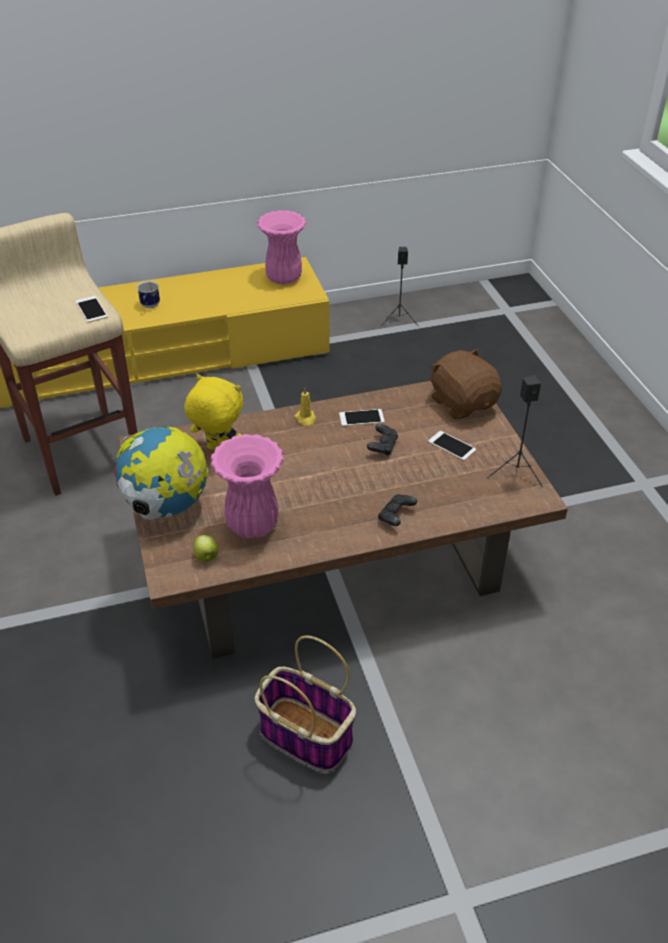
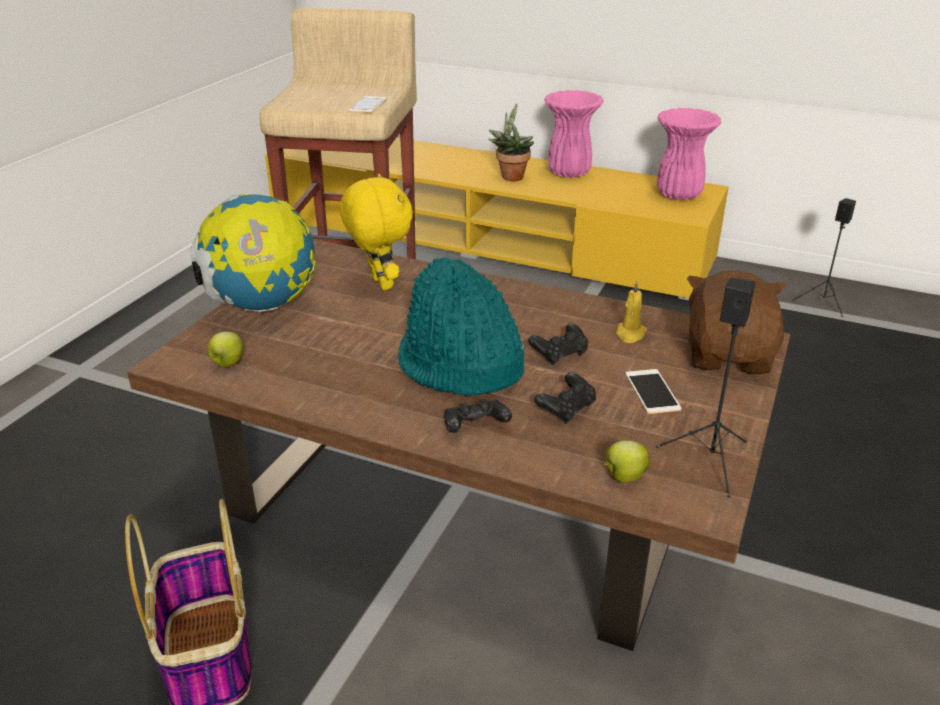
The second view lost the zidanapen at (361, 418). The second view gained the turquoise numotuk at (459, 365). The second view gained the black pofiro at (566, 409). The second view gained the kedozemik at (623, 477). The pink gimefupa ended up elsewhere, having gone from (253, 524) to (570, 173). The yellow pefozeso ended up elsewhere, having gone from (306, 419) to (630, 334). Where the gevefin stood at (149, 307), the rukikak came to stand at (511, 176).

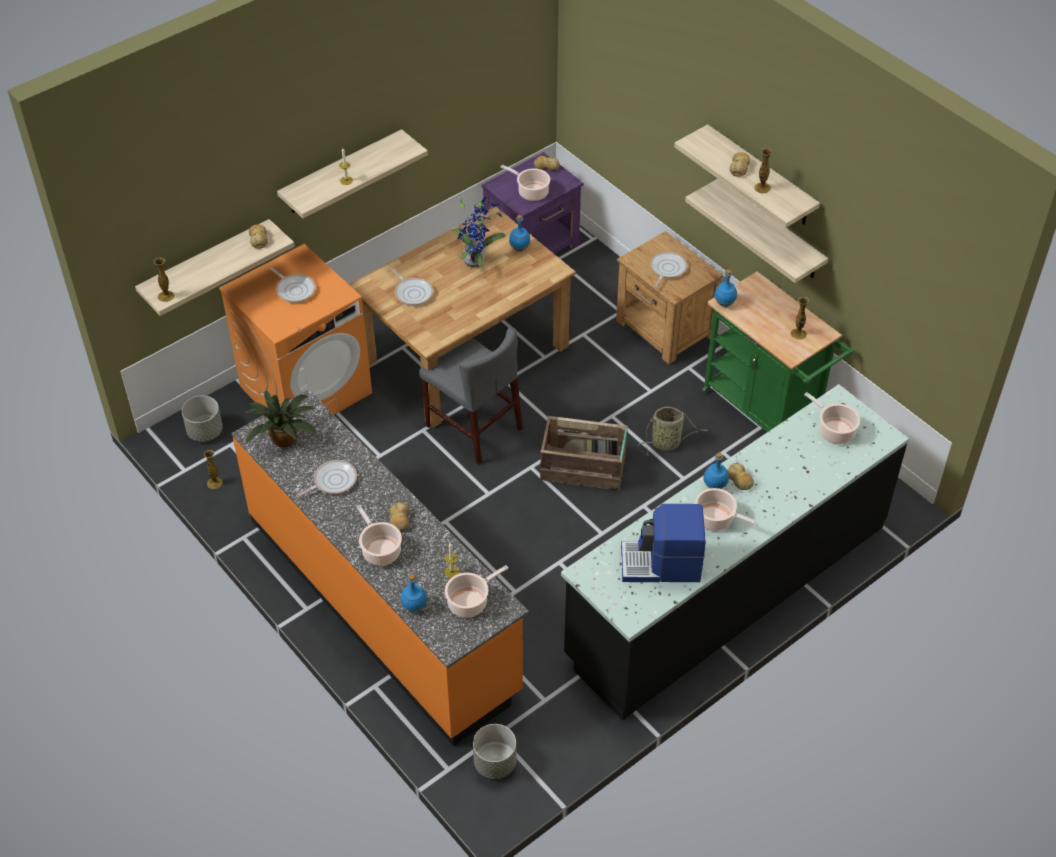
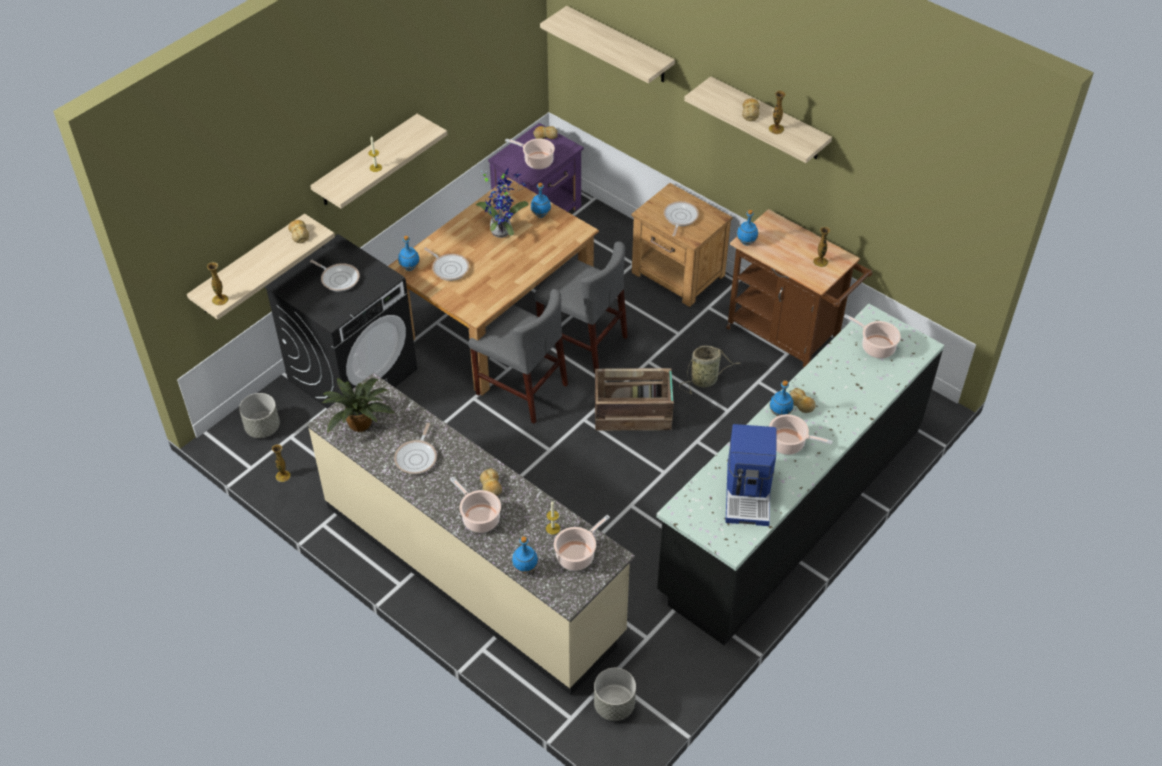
The second view gained the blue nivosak at (409, 267). The second view gained the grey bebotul at (582, 342). The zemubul ended up elsewhere, having gone from (769, 230) to (619, 45). What was the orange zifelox at (306, 389) turned into the black zifelox at (353, 374). What was the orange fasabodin at (383, 604) turned into the beige fasabodin at (473, 569). What was the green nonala at (766, 411) turned into the brown nonala at (788, 338). The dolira at (332, 481) ended up facing another way, 150 degrees clockwise from before. The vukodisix at (661, 565) ended up facing another way, 75 degrees counterclockwise from before.

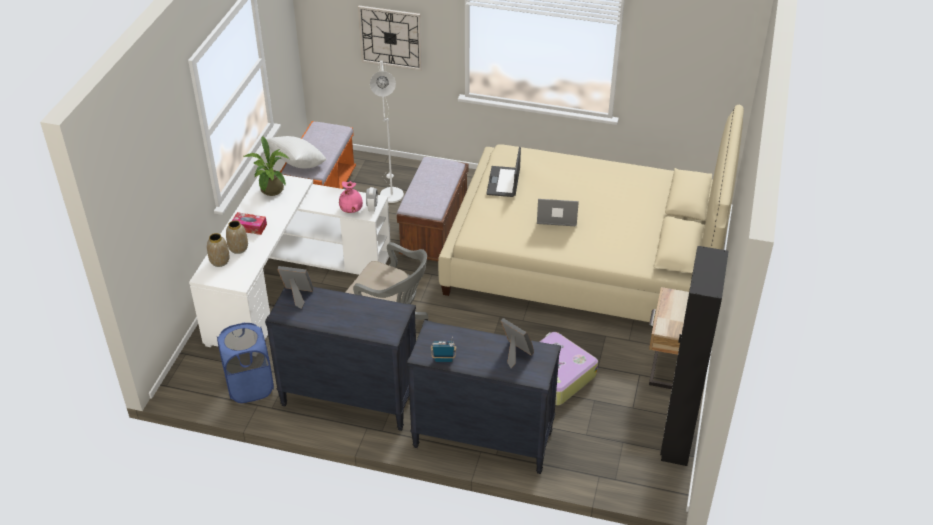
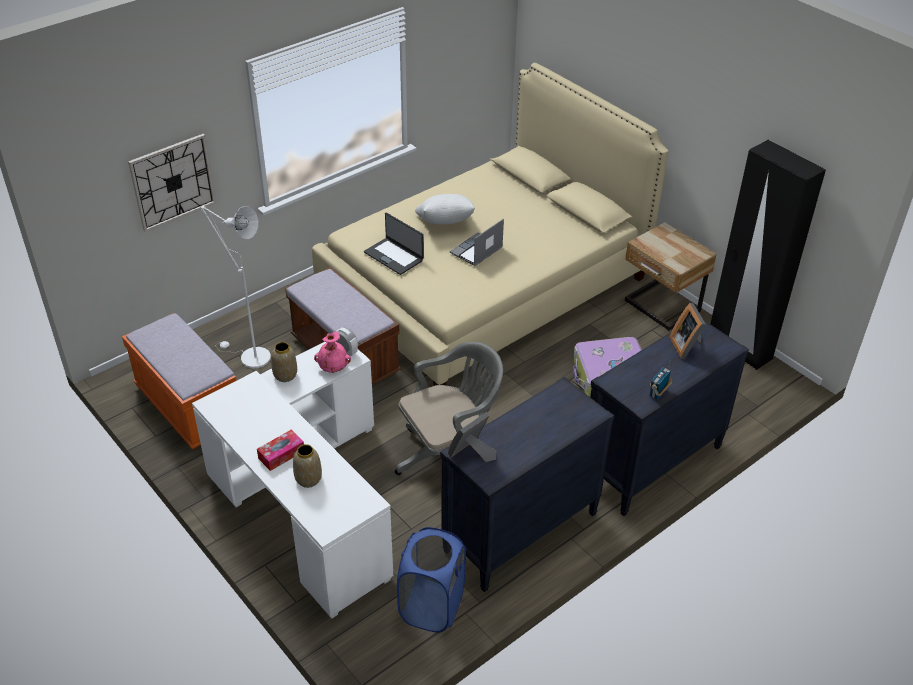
The second view lost the rukikak at (271, 191). The gimefupa ended up elsewhere, having gone from (219, 261) to (285, 375). The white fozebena ended up elsewhere, having gone from (297, 165) to (444, 225). The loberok at (515, 354) ended up facing another way, 90 degrees counterclockwise from before.

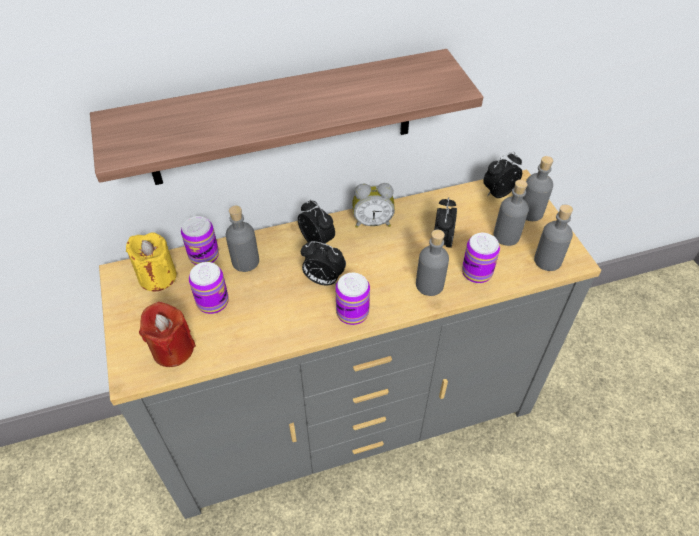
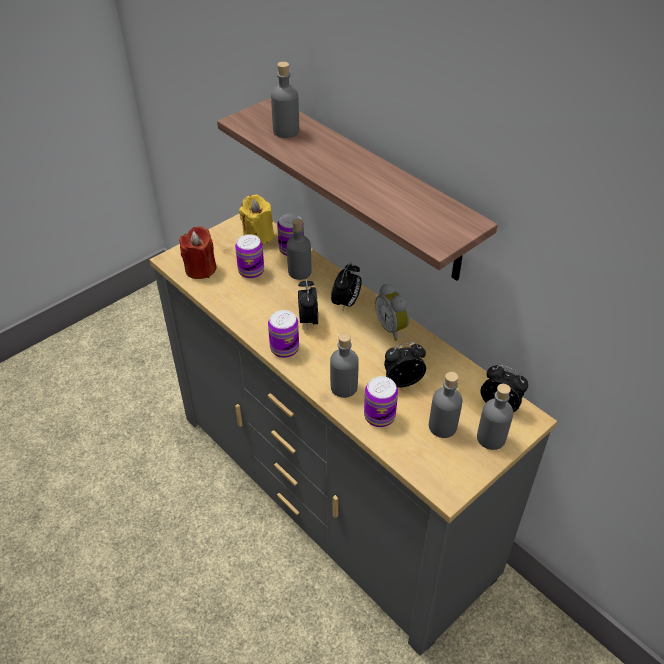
The grey nivosak ended up elsewhere, having gone from (547, 260) to (286, 131).

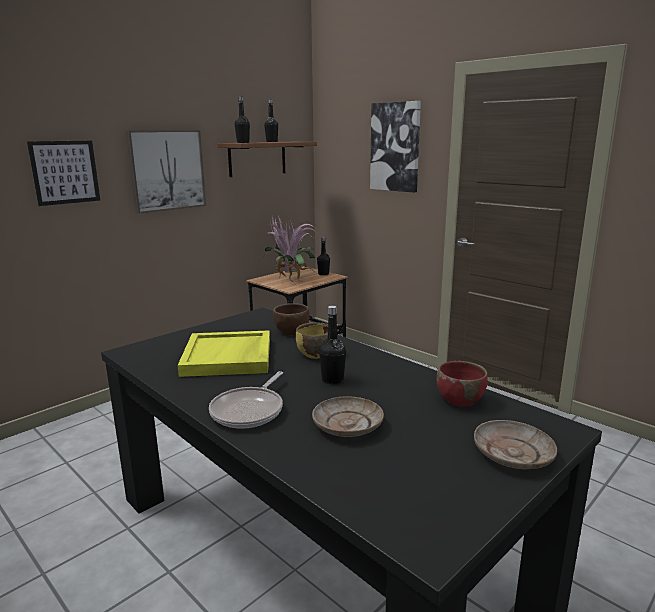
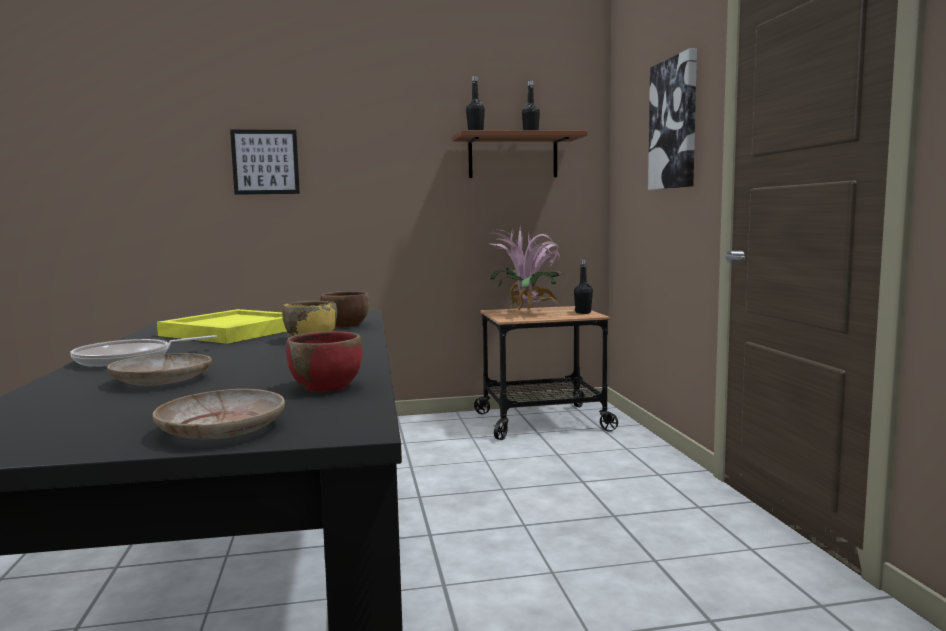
The second view lost the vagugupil at (167, 170). The second view lost the black nivosak at (332, 379).

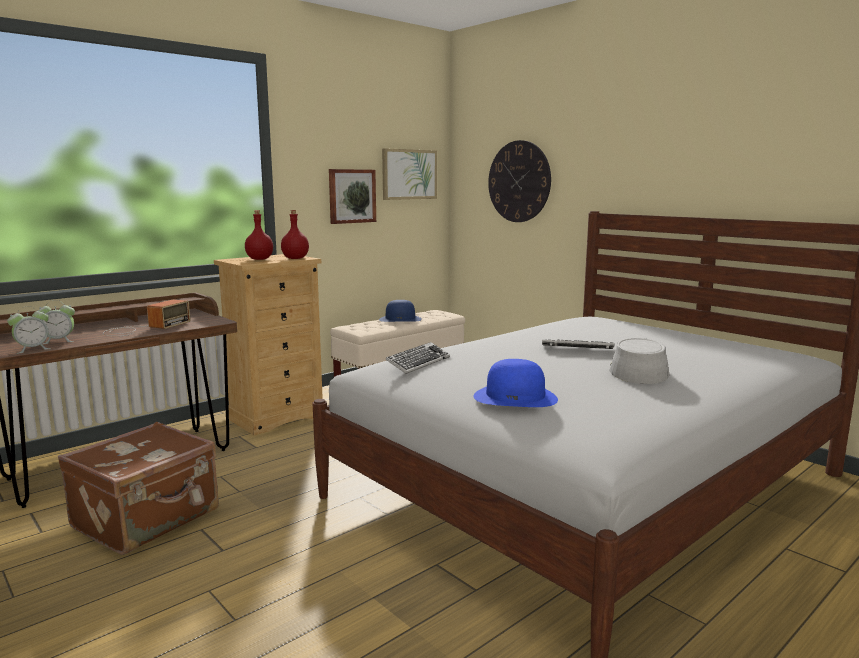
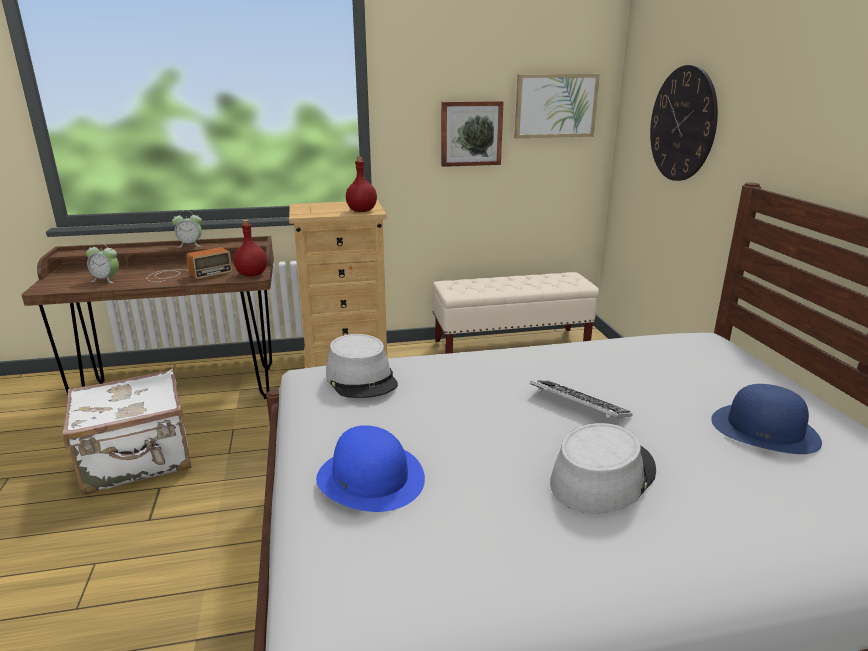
The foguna ended up elsewhere, having gone from (32, 349) to (190, 245). The red nivosak ended up elsewhere, having gone from (259, 259) to (251, 275). The blue numotuk ended up elsewhere, having gone from (400, 319) to (765, 429). Where the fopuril stood at (418, 362), the grey numotuk came to stand at (362, 379). What was the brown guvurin at (148, 519) turned into the white guvurin at (138, 460).

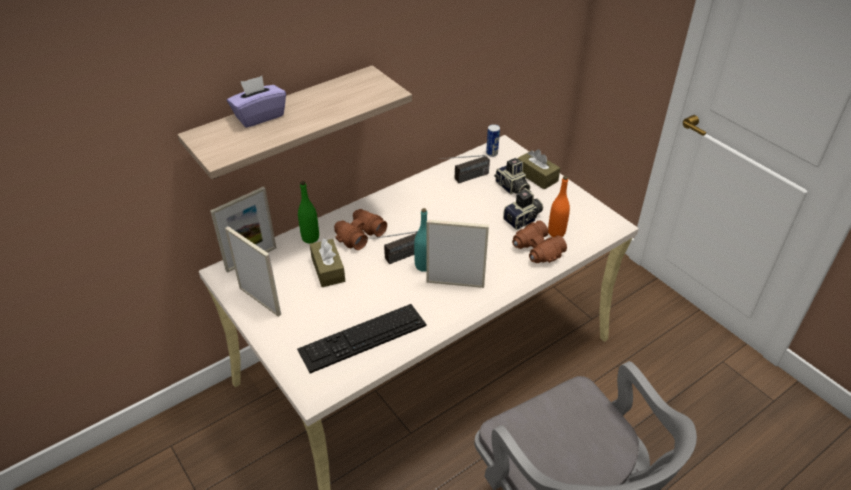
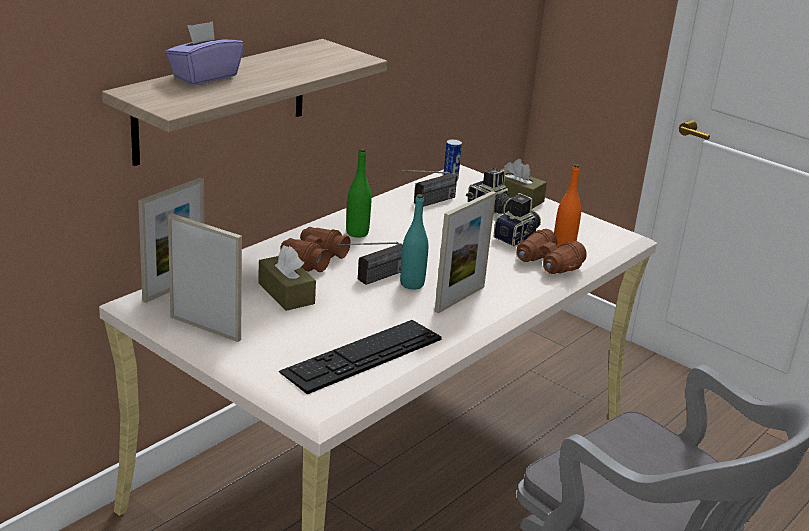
The green nivosak ended up elsewhere, having gone from (310, 238) to (357, 233). The loberok at (455, 283) ended up facing another way, 135 degrees clockwise from before.

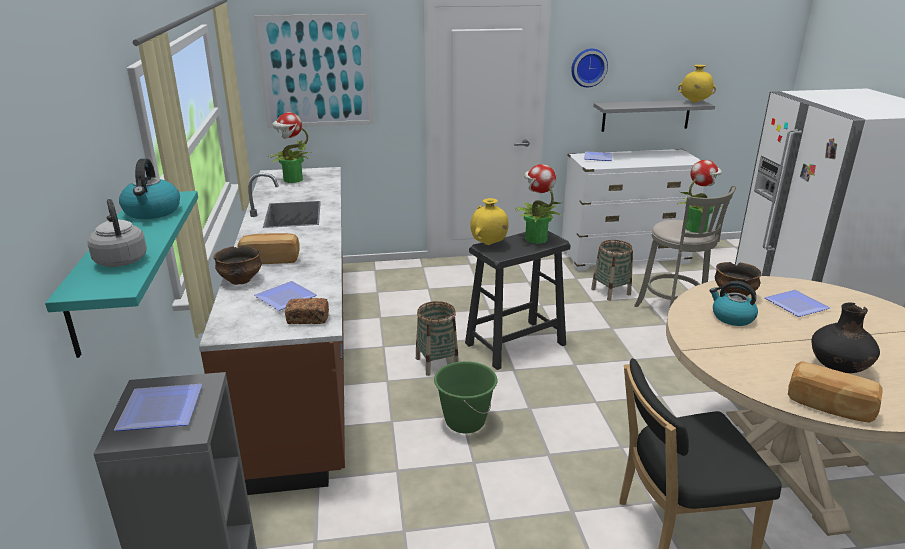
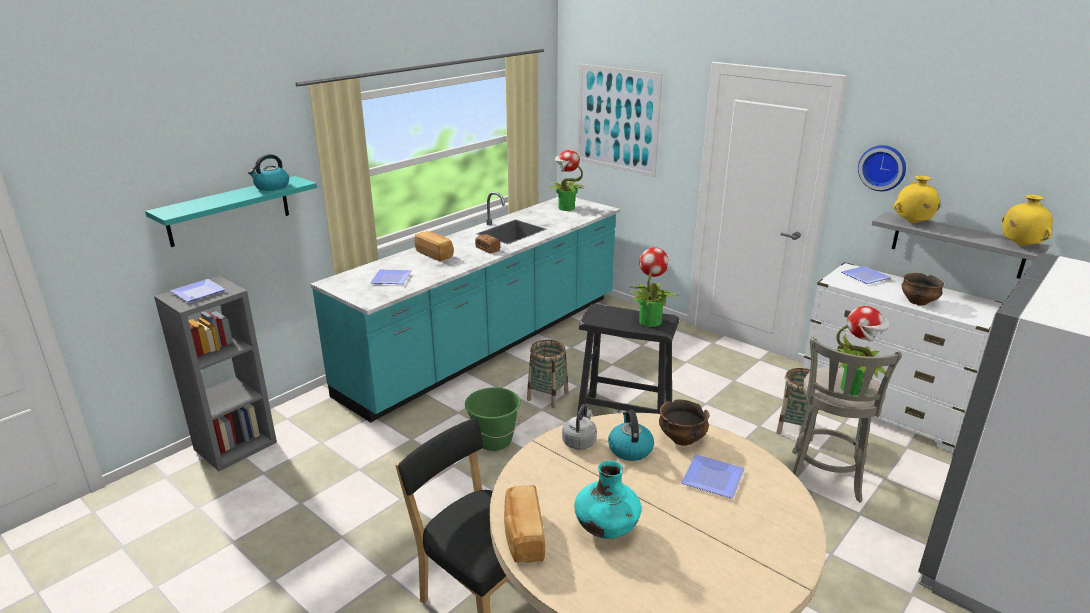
The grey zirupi ended up elsewhere, having gone from (121, 259) to (580, 441). The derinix ended up elsewhere, having gone from (240, 280) to (918, 302). The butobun ended up elsewhere, having gone from (308, 319) to (487, 249). The yellow gimefupa ended up elsewhere, having gone from (488, 244) to (912, 223). What was the brown fasabodin at (304, 352) turned into the turquoise fasabodin at (488, 344). What was the black gimefupa at (838, 368) turned into the turquoise gimefupa at (606, 529).

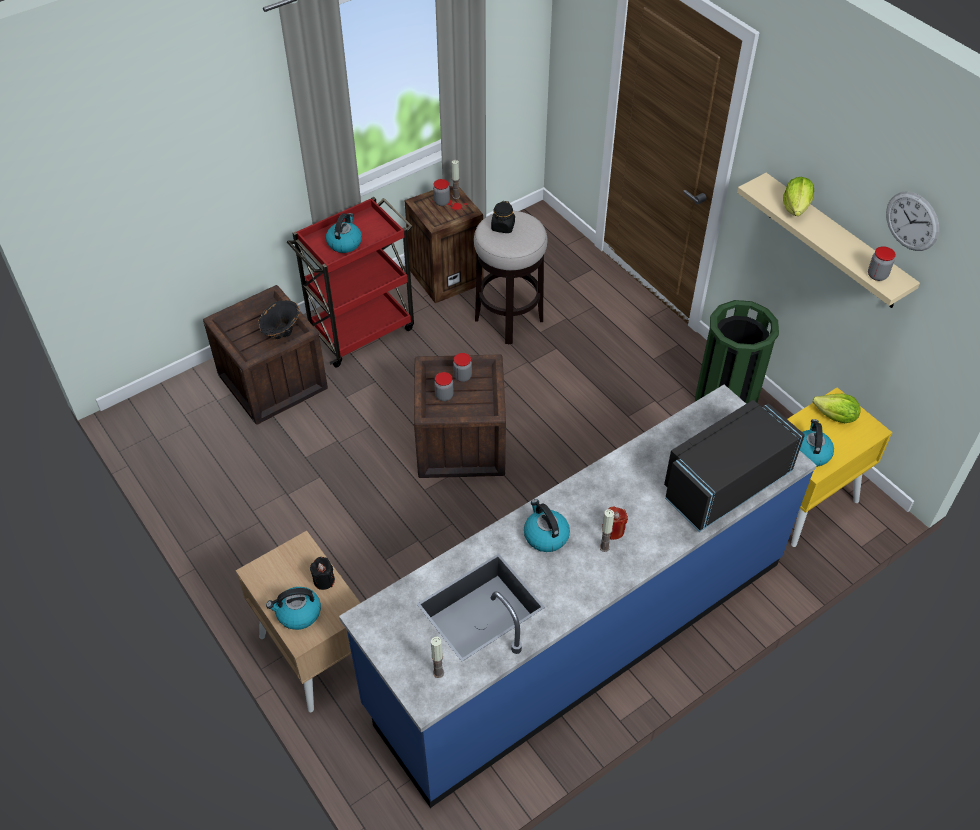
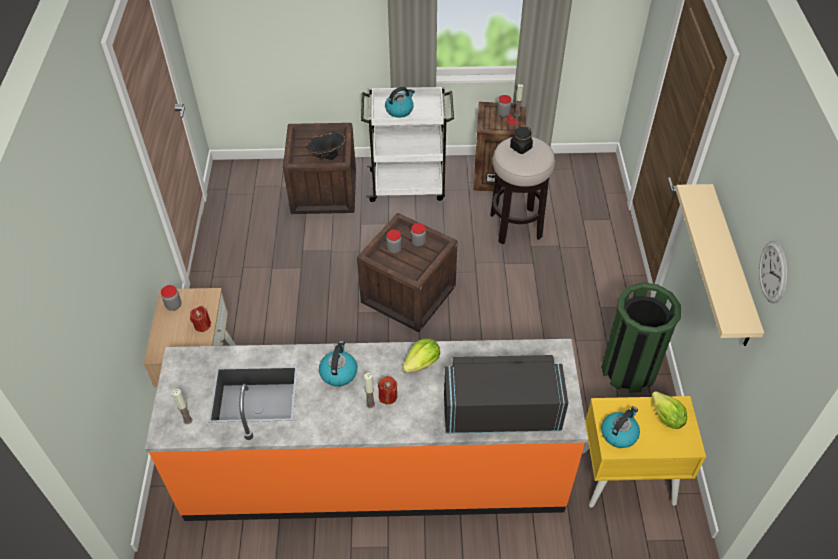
The second view lost the zirupi at (298, 613). The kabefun ended up elsewhere, having gone from (796, 207) to (422, 363). The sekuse ended up elsewhere, having gone from (877, 275) to (174, 305). What was the red nonala at (362, 330) turned into the white nonala at (409, 185). What was the black pefozeso at (324, 580) turned into the red pefozeso at (202, 325). What was the blue fasabodin at (578, 633) turned into the orange fasabodin at (375, 469).

